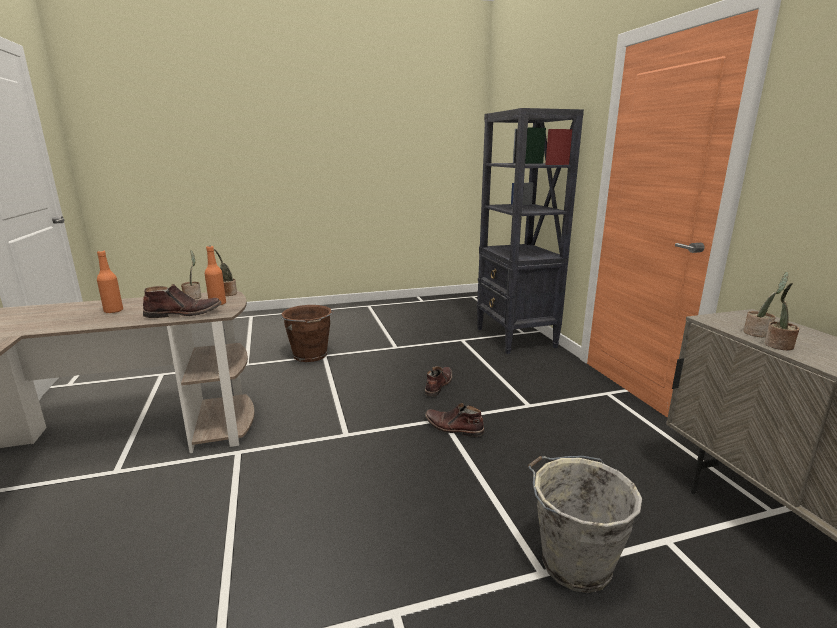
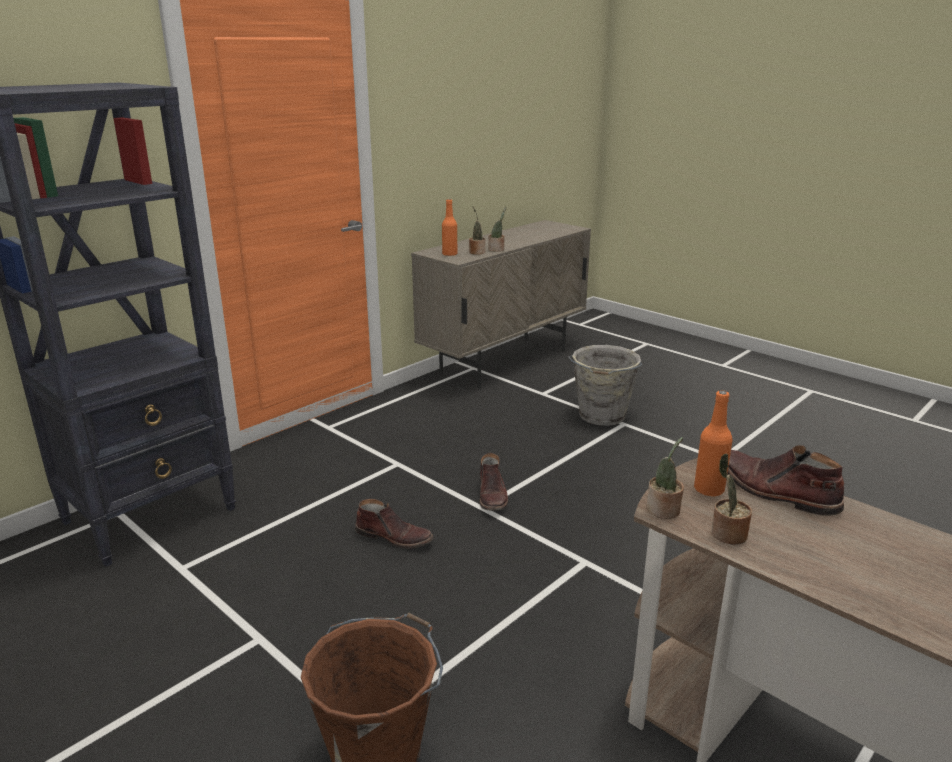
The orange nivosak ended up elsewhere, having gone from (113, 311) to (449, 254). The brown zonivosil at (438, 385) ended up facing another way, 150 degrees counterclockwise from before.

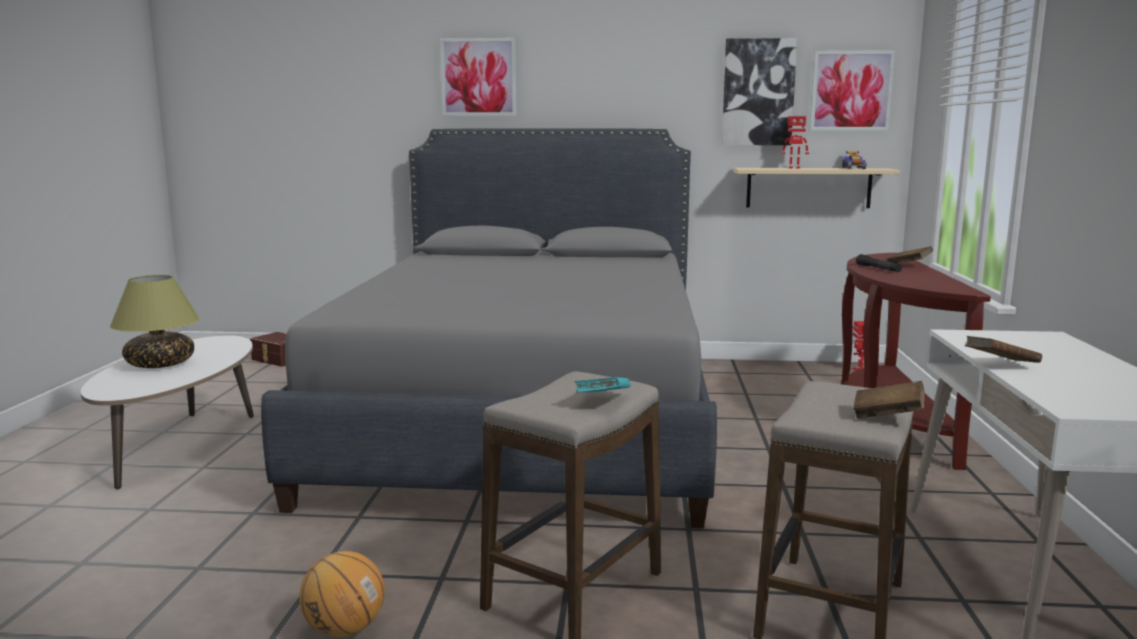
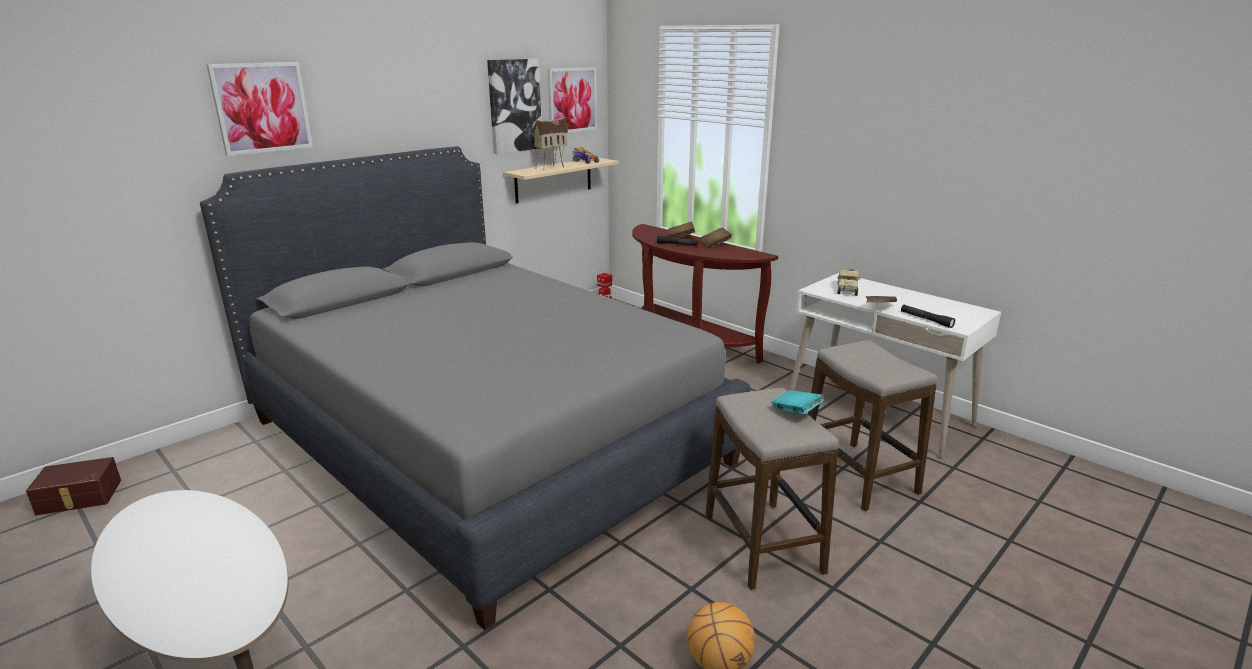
The second view lost the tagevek at (161, 364). The second view gained the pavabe at (846, 288). The second view gained the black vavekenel at (926, 320). The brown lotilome ended up elsewhere, having gone from (887, 416) to (715, 244). Where the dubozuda stood at (794, 168), the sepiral came to stand at (550, 167).

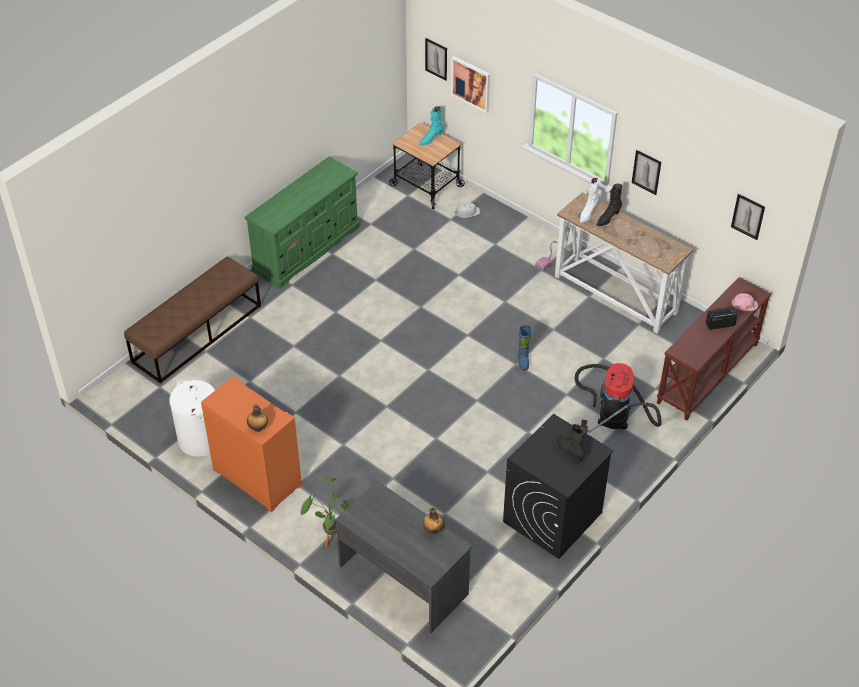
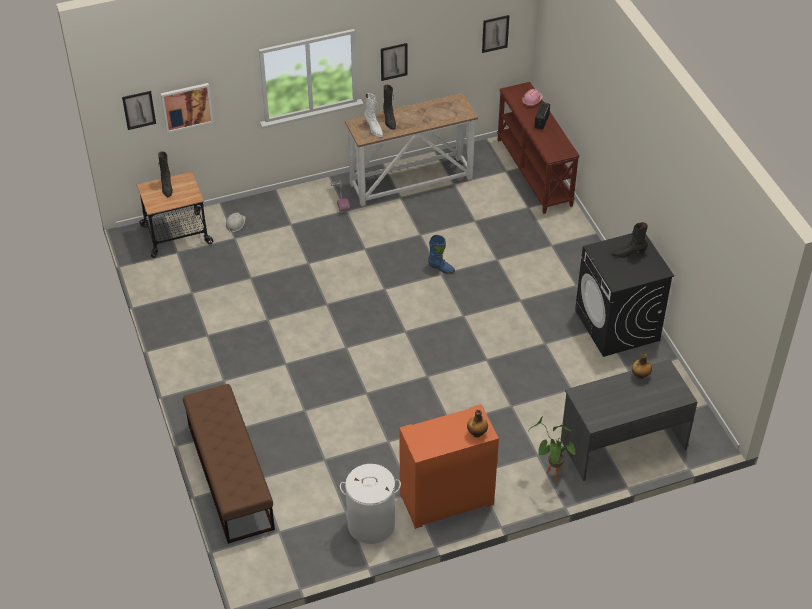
The second view lost the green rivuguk at (307, 248). The second view lost the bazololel at (613, 411). What was the turquoise zonivosil at (431, 139) turned into the black zonivosil at (167, 187).

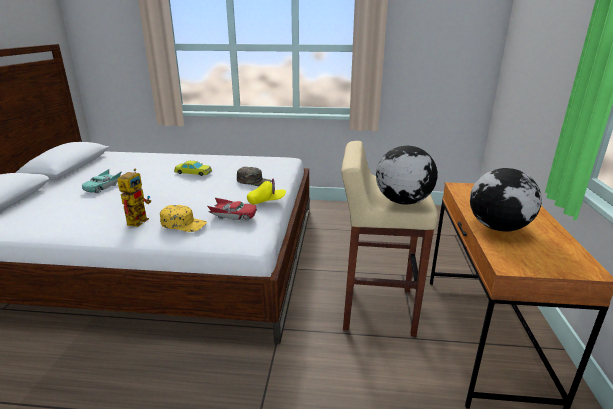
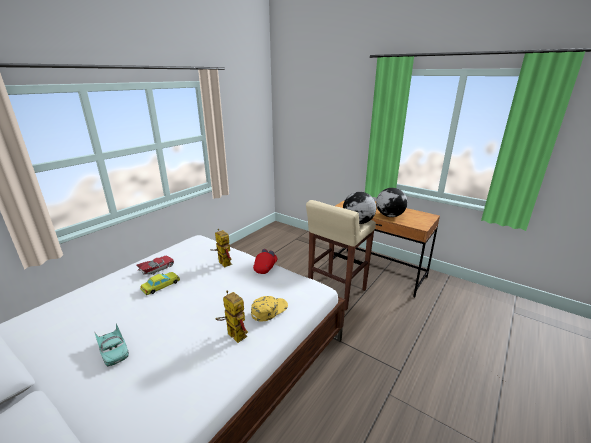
The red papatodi ended up elsewhere, having gone from (233, 216) to (157, 269). Where the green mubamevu stood at (254, 181), the dubozuda came to stand at (222, 262). What was the yellow mubamevu at (266, 201) turned into the red mubamevu at (265, 267).

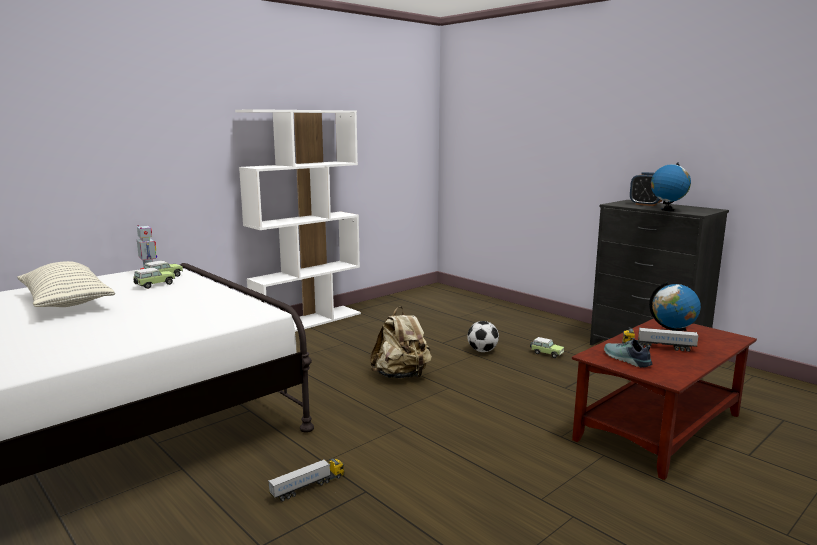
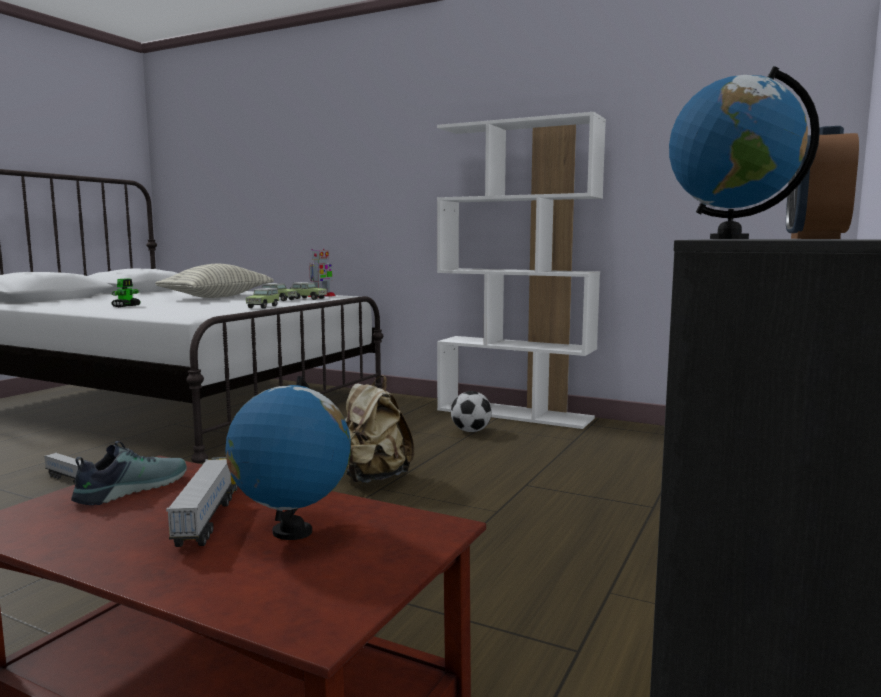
The second view gained the dubozuda at (126, 306). The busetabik ended up elsewhere, having gone from (482, 351) to (471, 431). The papatodi ended up elsewhere, having gone from (546, 353) to (264, 306).

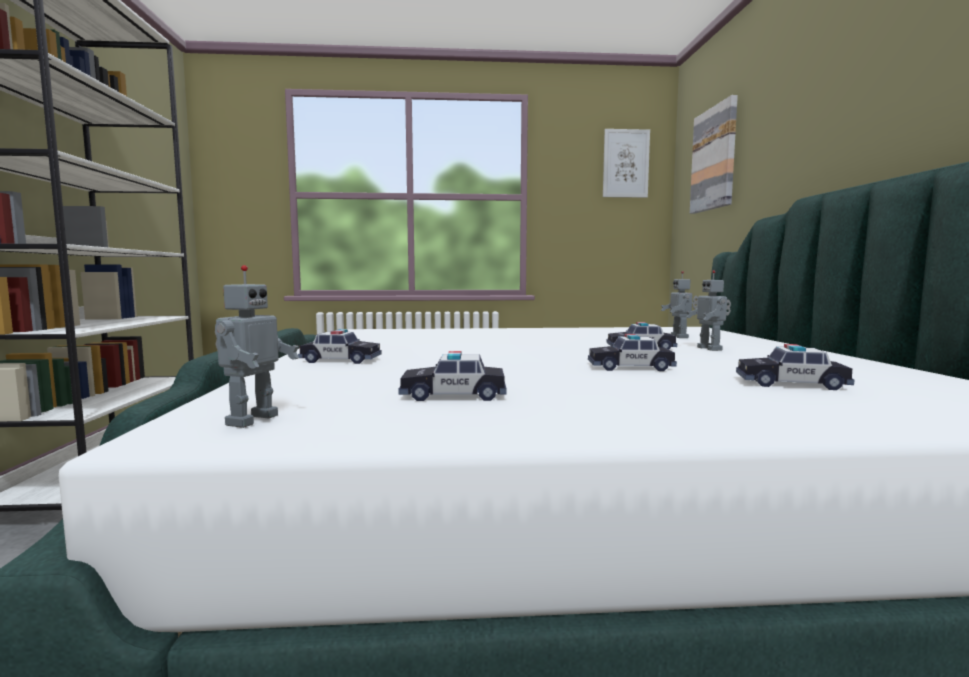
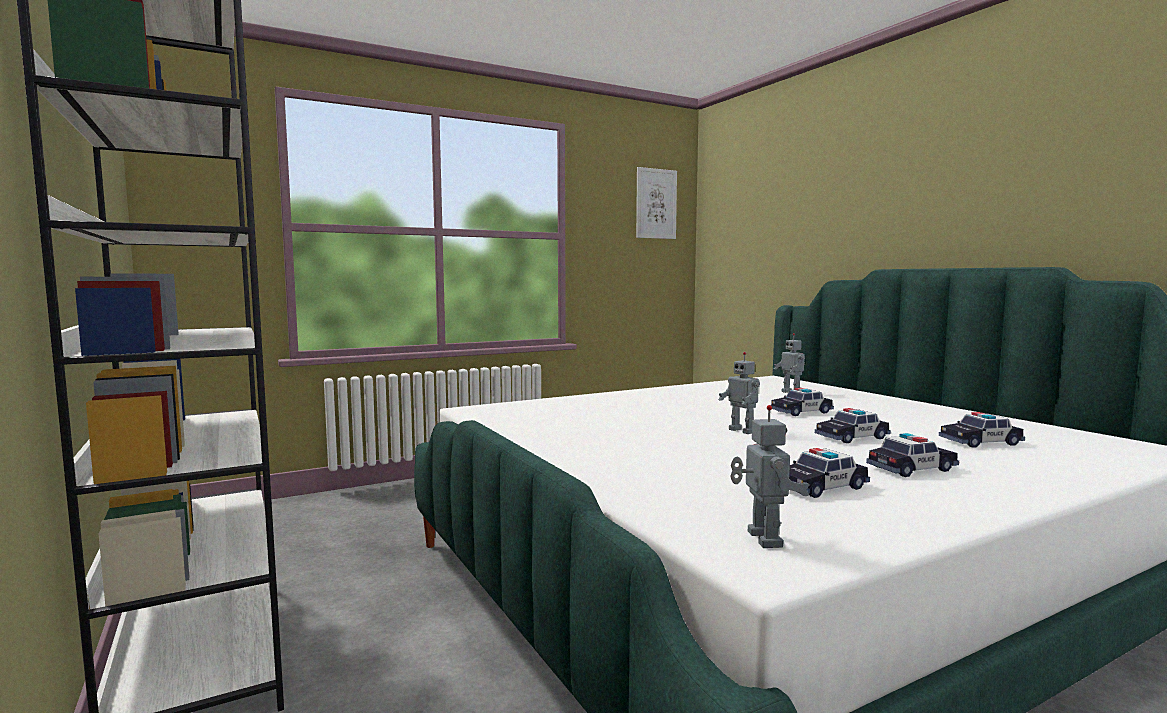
The second view lost the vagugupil at (714, 159). The papatodi ended up elsewhere, having gone from (341, 360) to (912, 468). The dubozuda ended up elsewhere, having gone from (711, 348) to (743, 431).

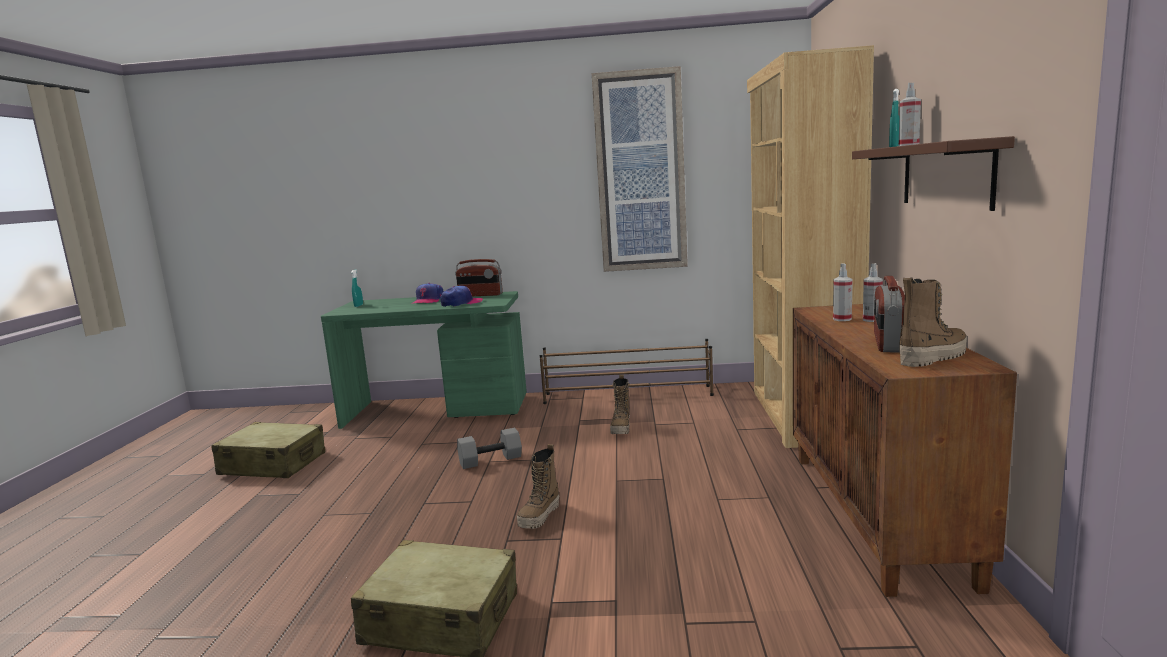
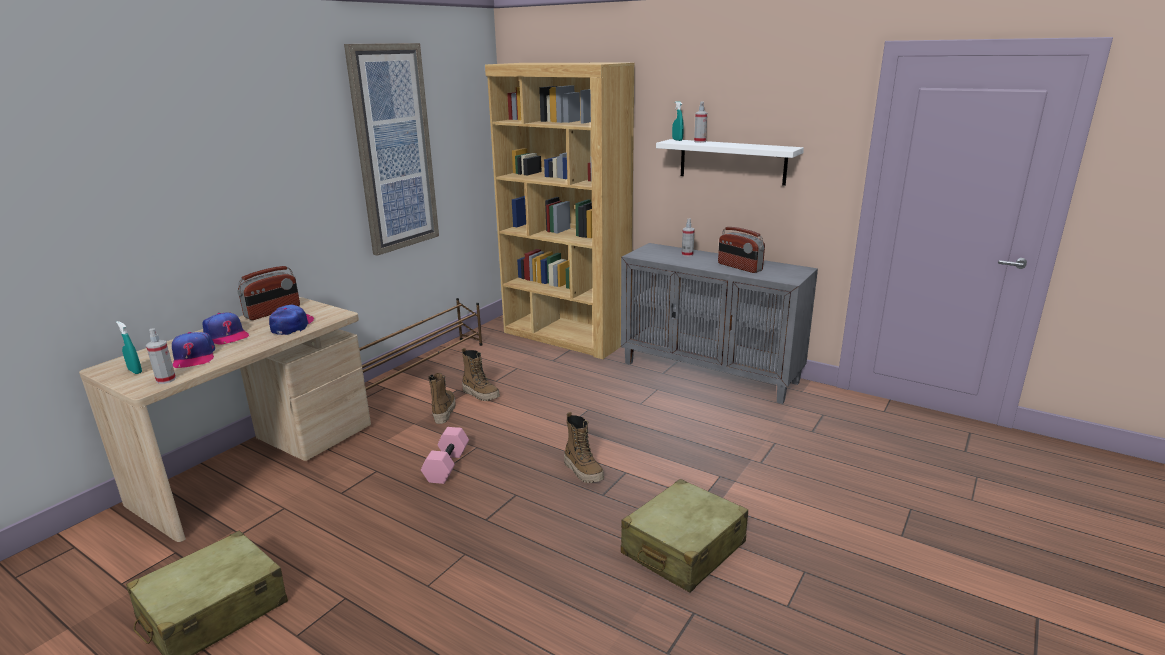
The second view gained the mubamevu at (194, 357). The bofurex ended up elsewhere, having gone from (842, 319) to (166, 380). The zonivosil ended up elsewhere, having gone from (931, 357) to (443, 411). What was the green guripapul at (437, 410) turned into the beige guripapul at (259, 464). What was the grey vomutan at (491, 460) turned into the pink vomutan at (446, 465). What was the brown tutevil at (877, 515) turned into the grey tutevil at (711, 372). What was the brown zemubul at (946, 174) turned into the white zemubul at (732, 161).

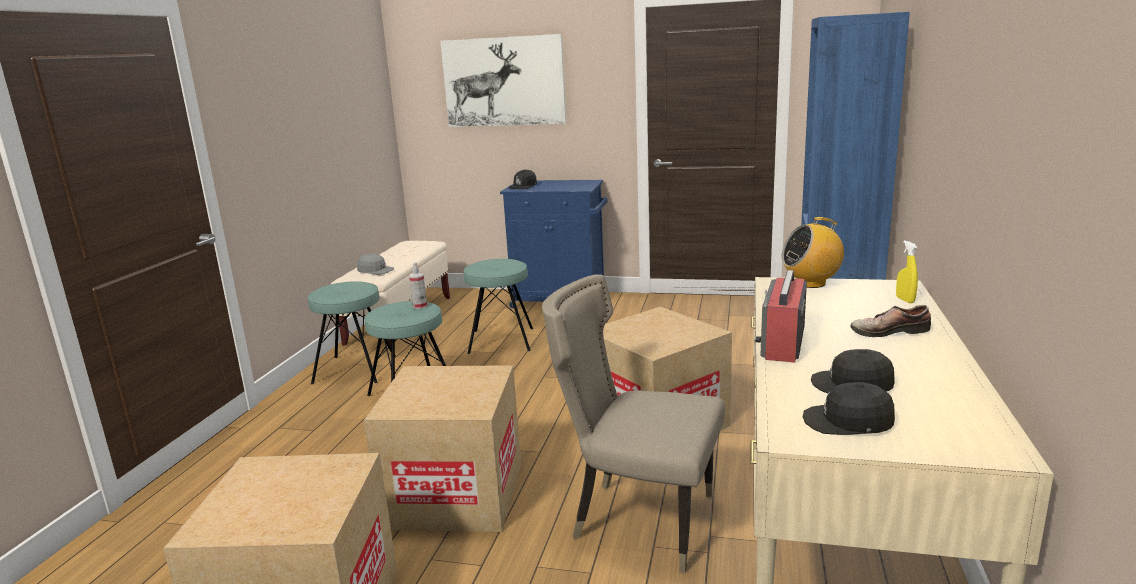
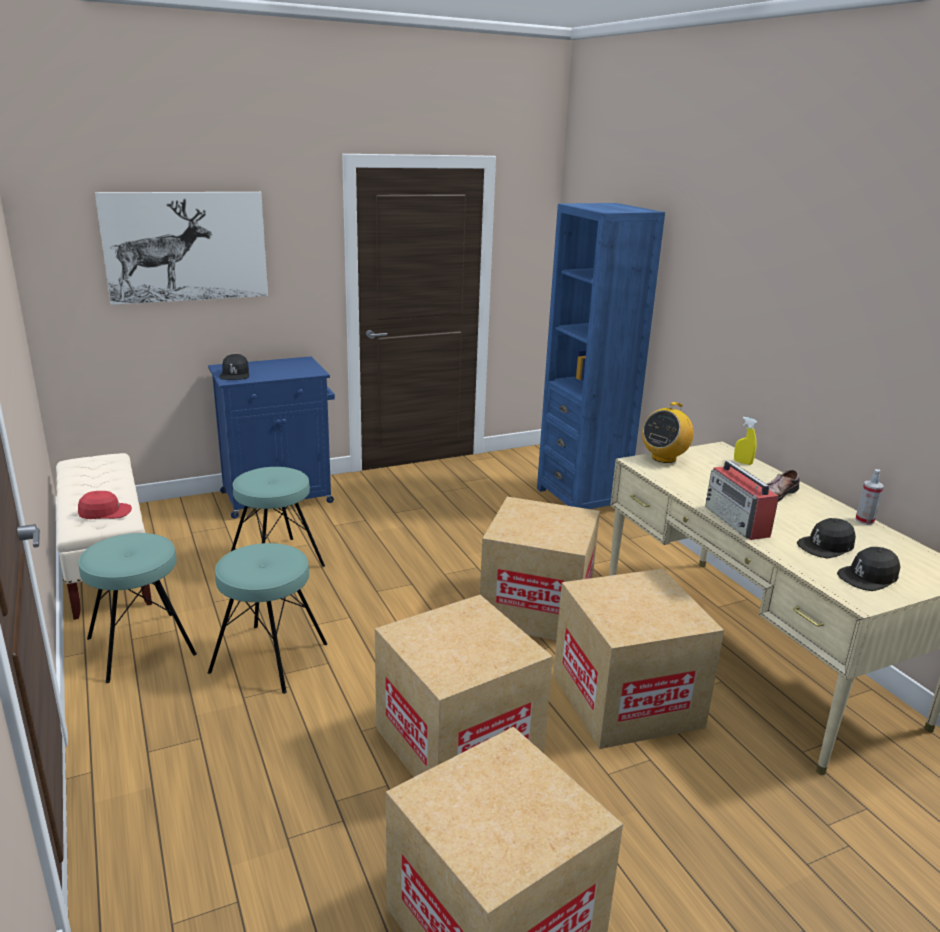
The bofurex ended up elsewhere, having gone from (420, 306) to (864, 521). Where the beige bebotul stood at (638, 519), the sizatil came to stand at (626, 700). What was the grey mubamevu at (375, 270) turned into the red mubamevu at (105, 512).

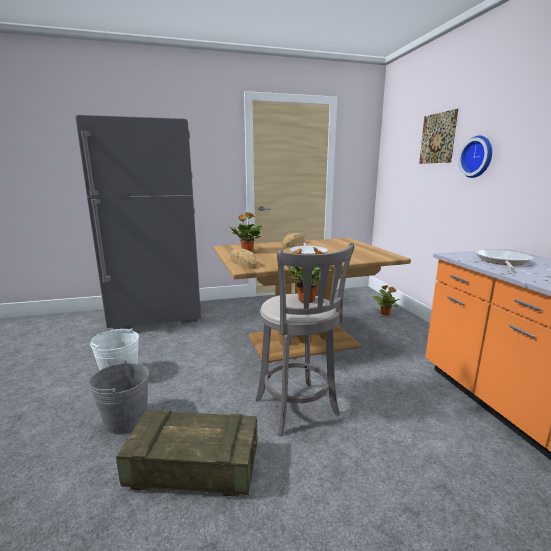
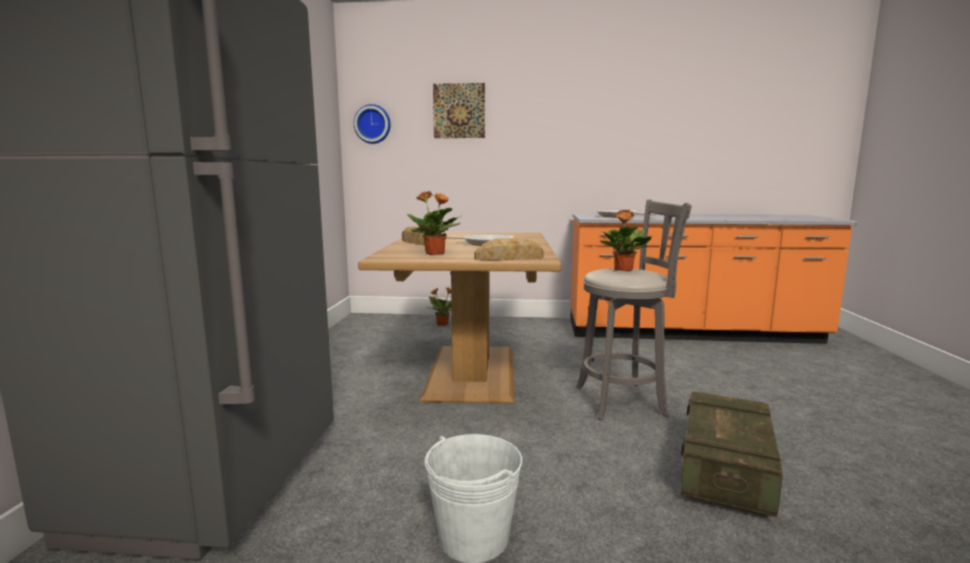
The second view lost the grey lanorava at (126, 420). The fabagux ended up elsewhere, having gone from (478, 157) to (373, 124).

